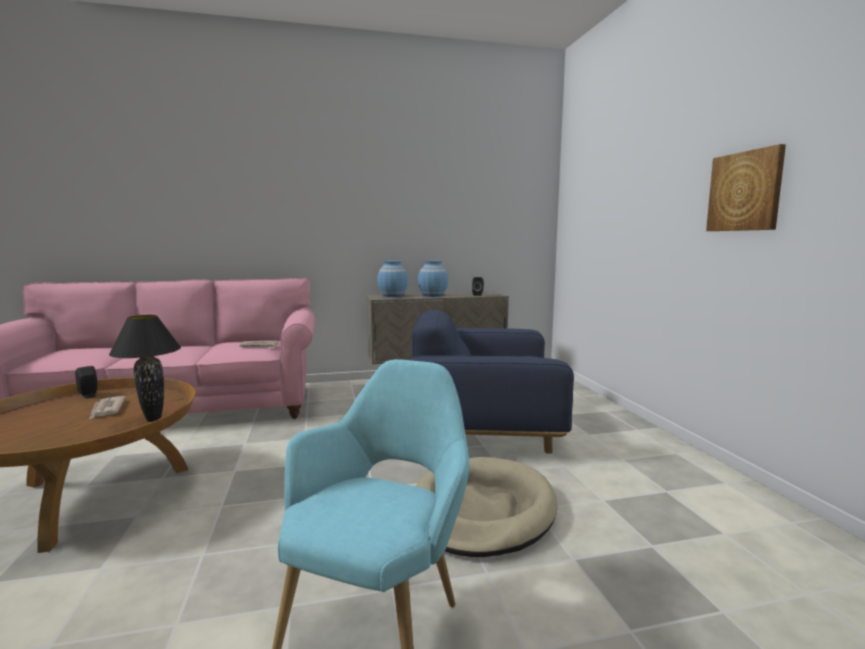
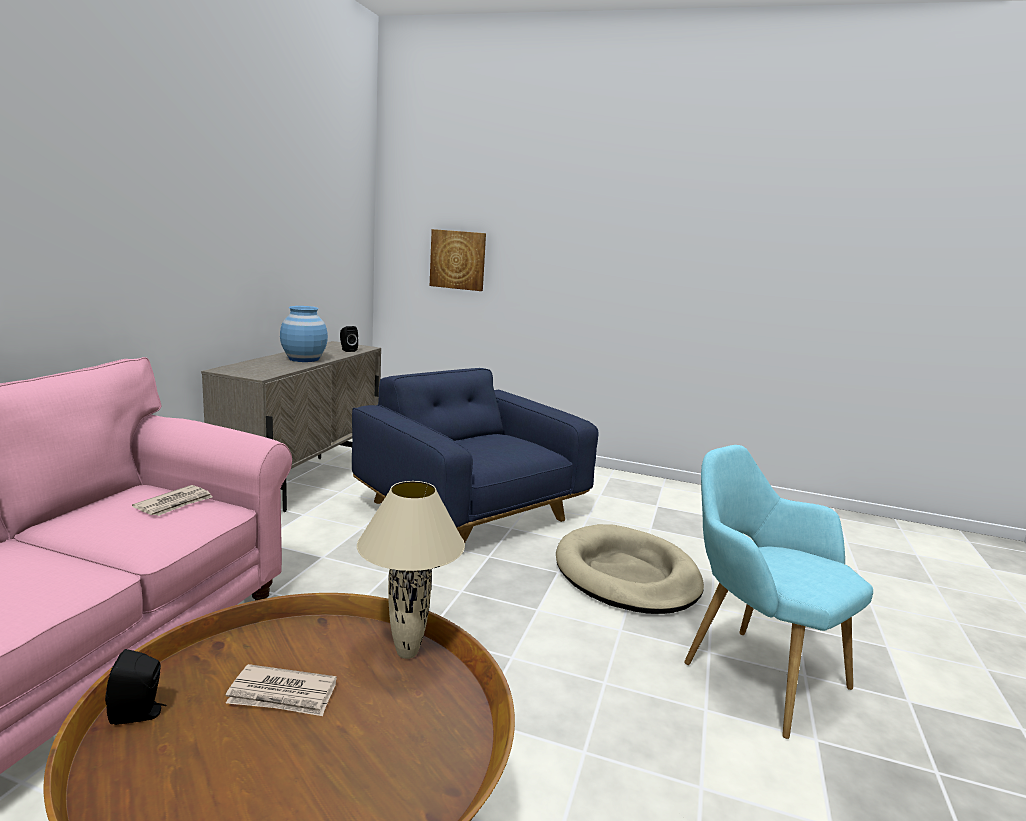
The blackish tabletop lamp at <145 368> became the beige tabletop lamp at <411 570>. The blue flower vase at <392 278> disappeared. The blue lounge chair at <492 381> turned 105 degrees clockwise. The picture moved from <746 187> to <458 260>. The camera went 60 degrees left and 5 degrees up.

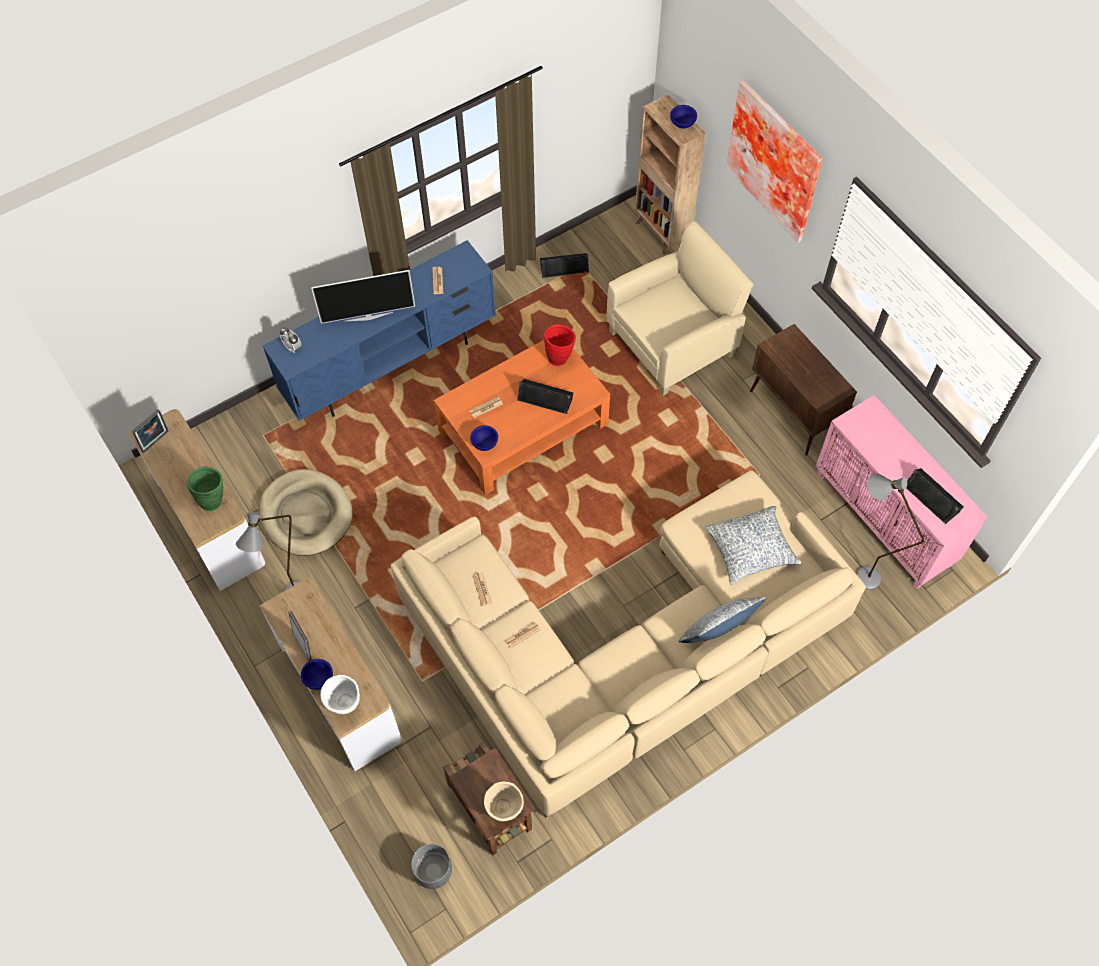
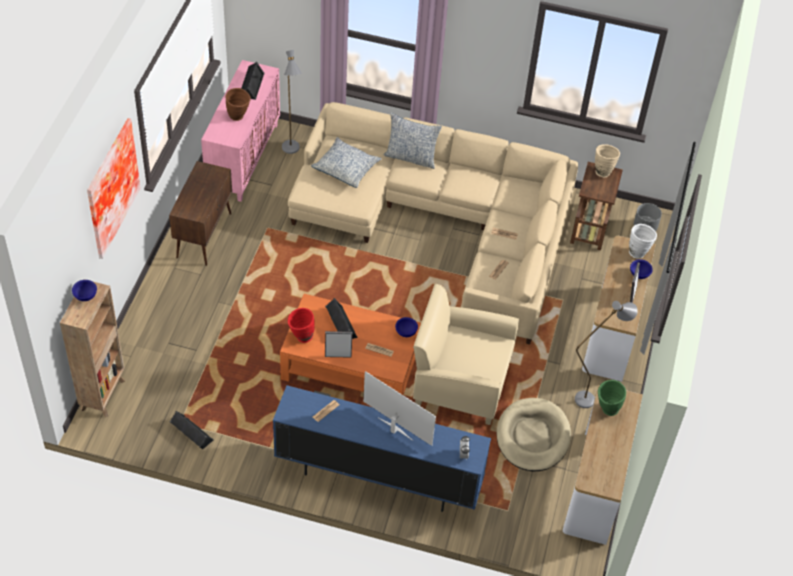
The standing frame moved from <150 431> to <338 344>. The beige lounge chair moved from <680 308> to <466 354>. The brownish flower vase at <238 104> appeared. The camera went 135 degrees left and 10 degrees down.

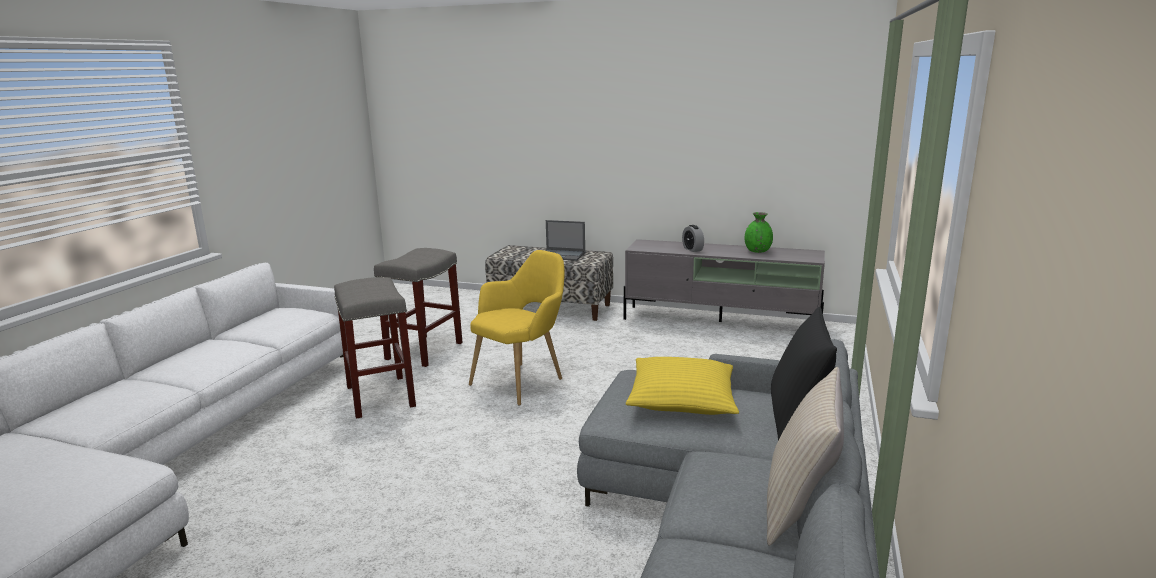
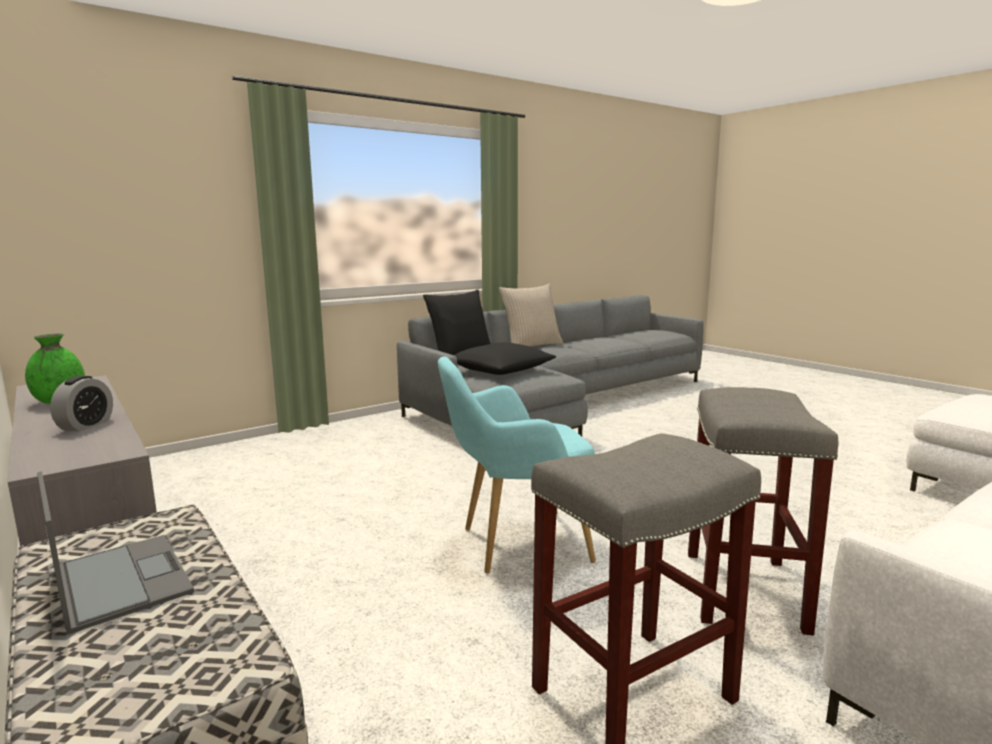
The yellow-coloured lounge chair at <517 328> became the turquoise lounge chair at <517 465>. The yellow-coloured pillow at <682 386> became the blackish pillow at <505 358>. The camera went 145 degrees left and 5 degrees down.

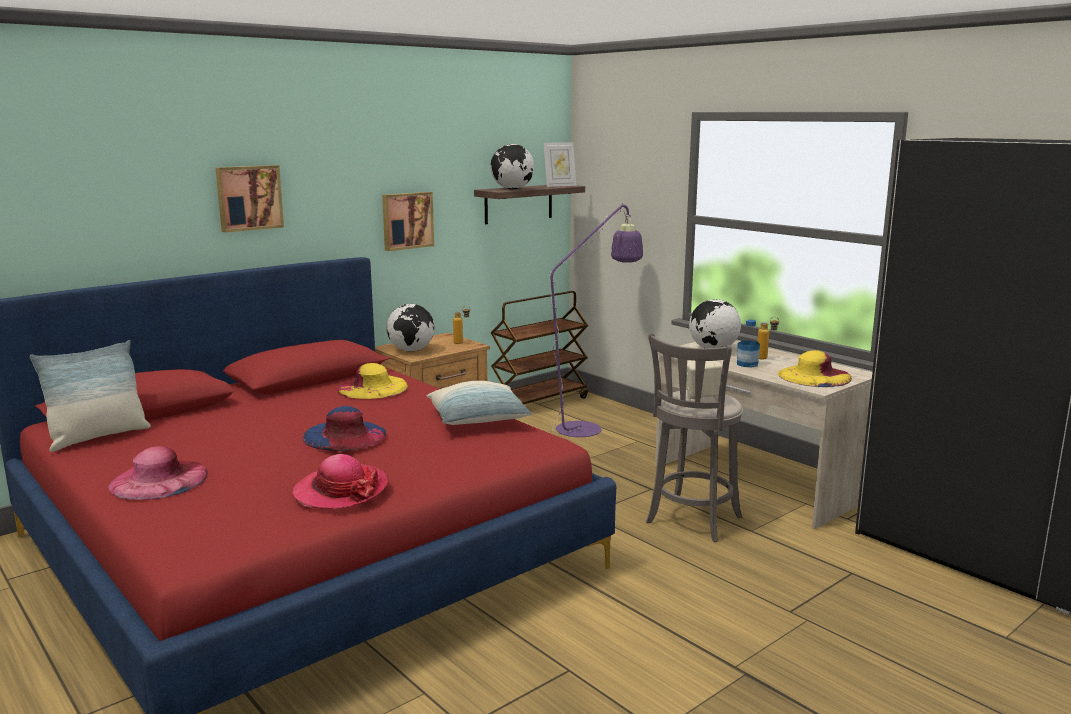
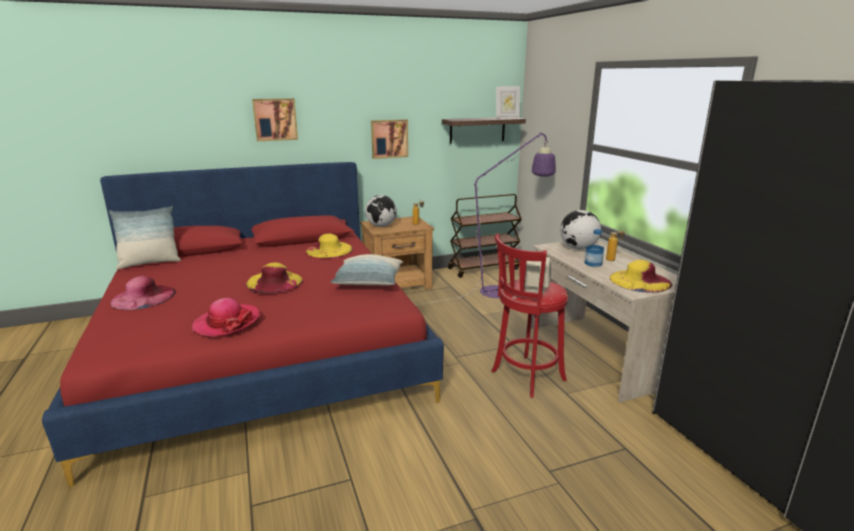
The blue wearable hat at <344 428> became the yellow-coloured wearable hat at <274 278>. The globe at <512 166> disappeared. The greyish stool at <694 437> became the red-coloured stool at <529 315>. The camera went 20 degrees right and 5 degrees up.

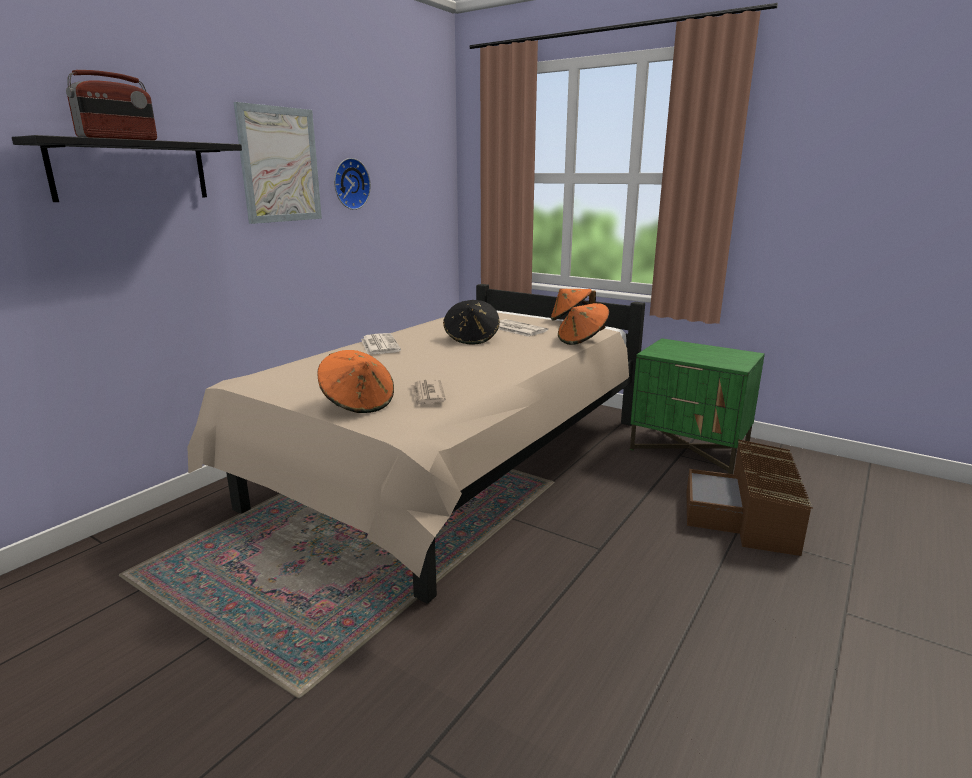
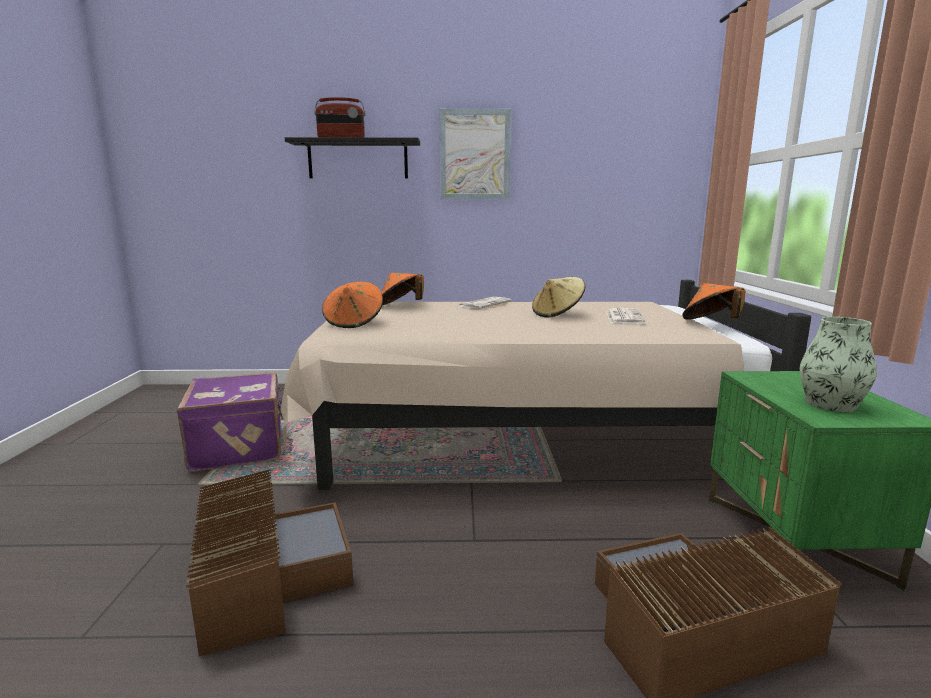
The wall clock at <352 184> disappeared. The newspaper at <428 392> disappeared. The blackish wearable hat at <471 322> became the beige wearable hat at <558 297>. The orangey wearable hat moved from <583 324> to <402 289>. The purplish suitcase at <230 421> appeared. The brownish storage box at <269 562> appeared. The flower vase at <838 364> appeared. The camera went 55 degrees right and 5 degrees down.

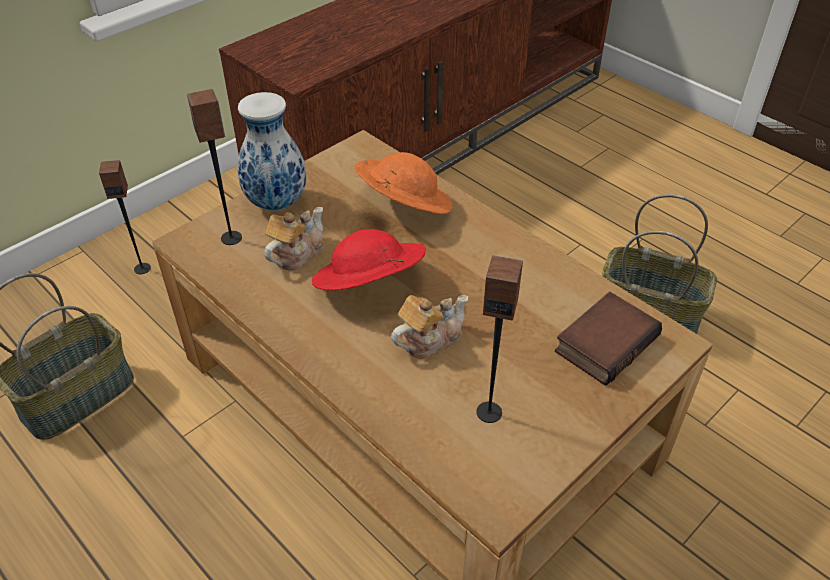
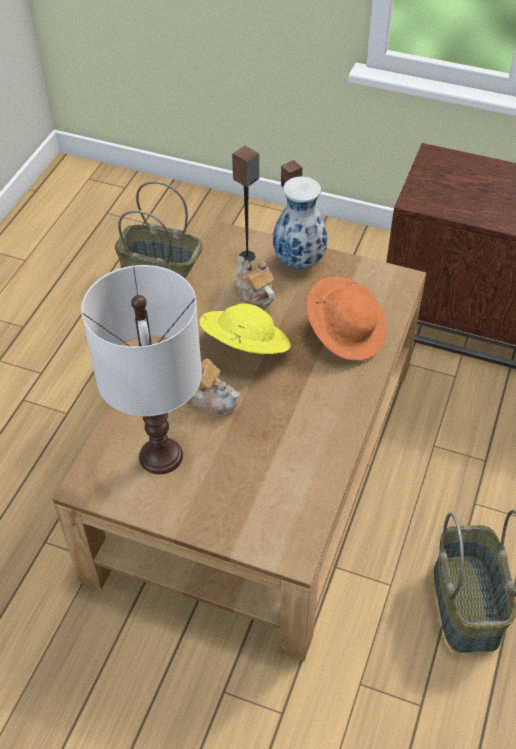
The teapot at <294 239> turned 135 degrees counterclockwise. The red-coloured wearable hat at <369 260> became the yellow-coloured wearable hat at <245 328>. The speaker at <499 339> was replaced by the white-coloured tabletop lamp at <141 369>. The bound book at <608 339> disappeared. The camera went 65 degrees right and 5 degrees up.

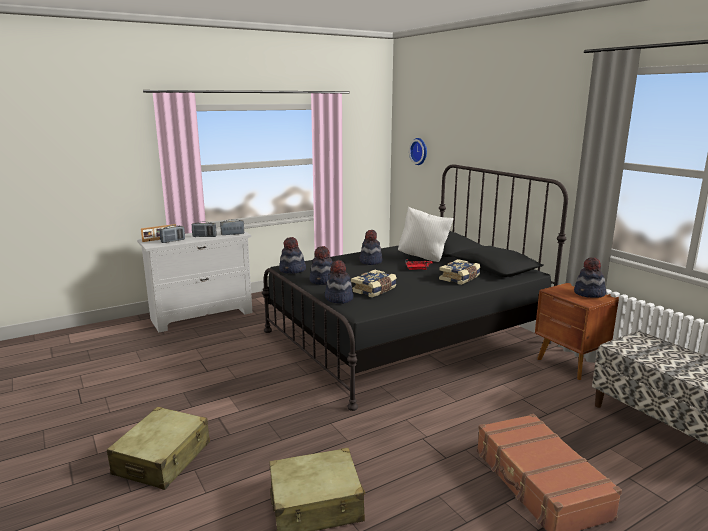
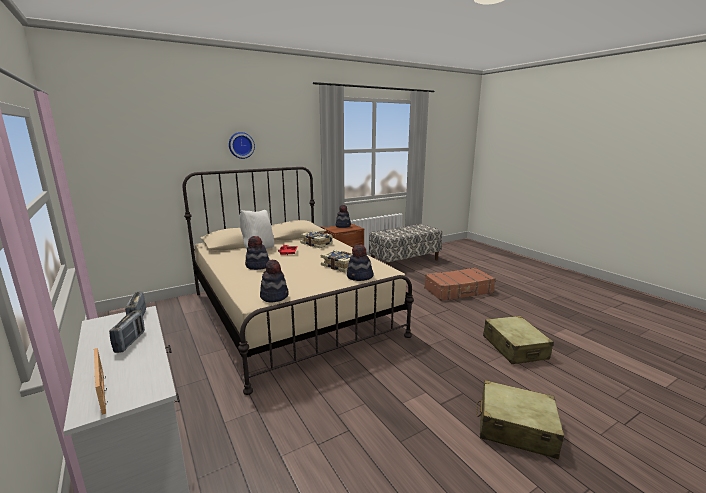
The radio set at <172 234> disappeared. The blackish bedroom bed at <415 287> became the beige bedroom bed at <298 281>. The wearable hat at <321 265> disappeared. The wall clock moved from <418 151> to <242 145>. The camera went 90 degrees left and 0 degrees up.

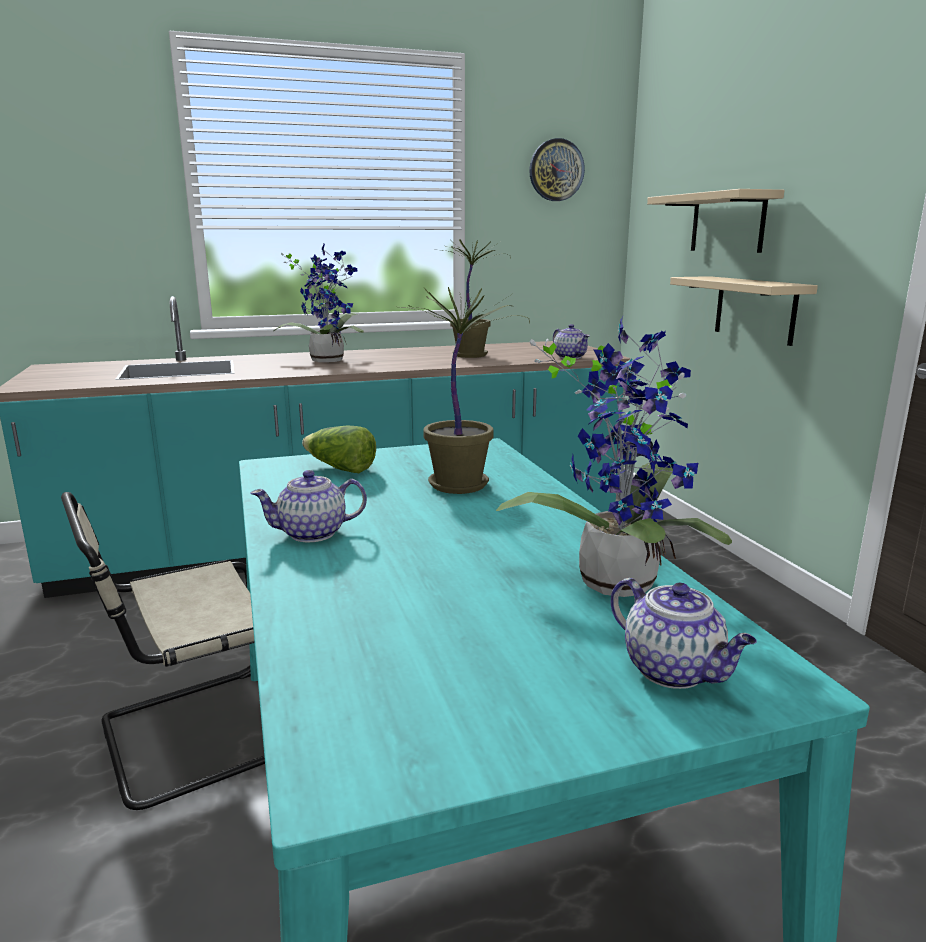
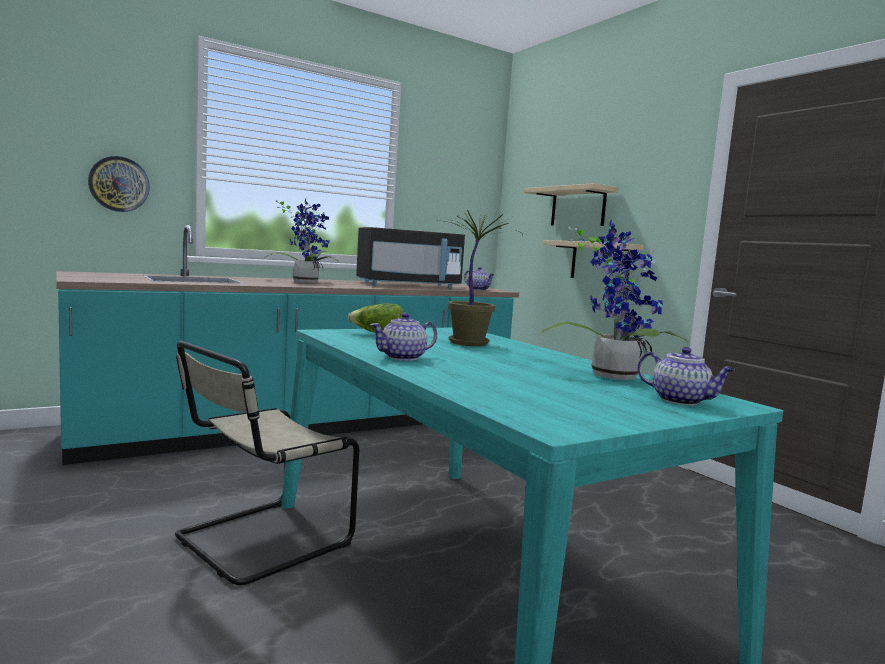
The houseplant at <476 299> was replaced by the blackish kitchen microwave at <410 257>. The wall clock moved from <557 169> to <119 184>. The camera went 15 degrees left and 10 degrees down.

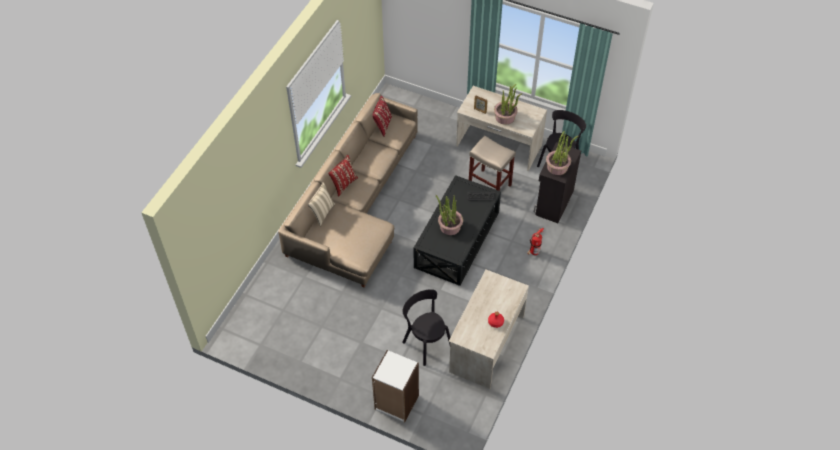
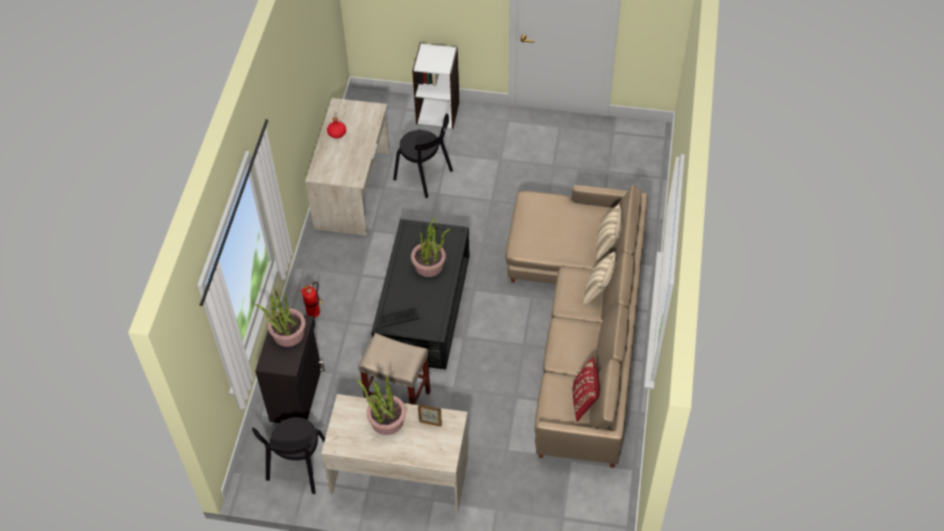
The red-coloured pillow at <343 176> became the beige pillow at <599 279>. The camera went 165 degrees right and 0 degrees up.

